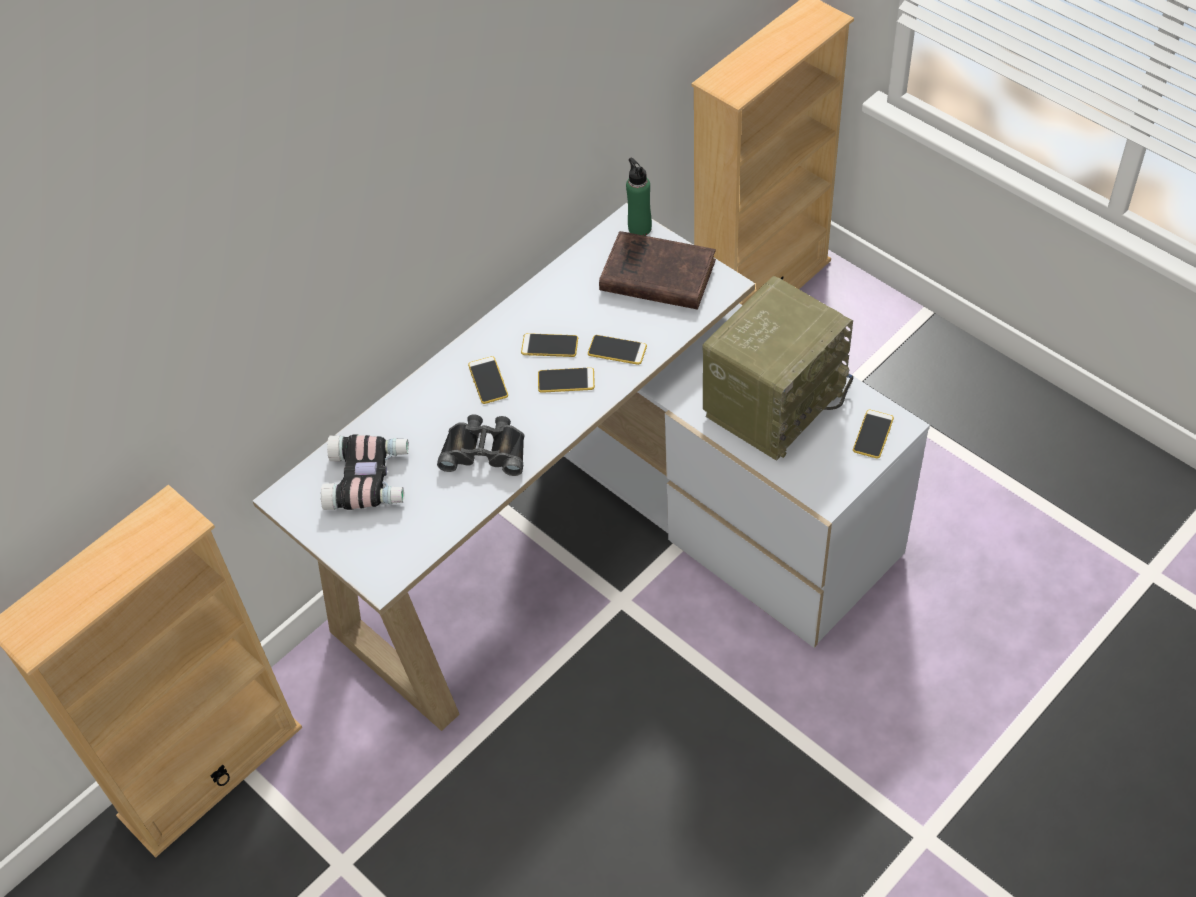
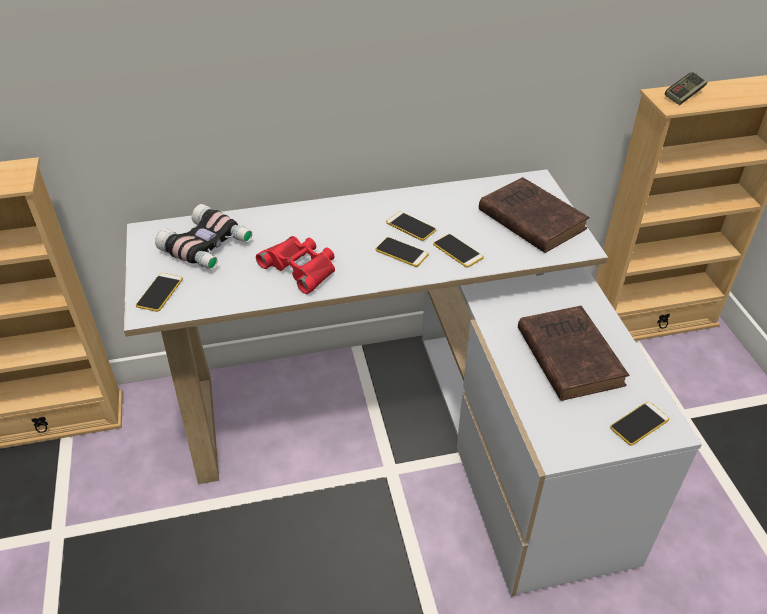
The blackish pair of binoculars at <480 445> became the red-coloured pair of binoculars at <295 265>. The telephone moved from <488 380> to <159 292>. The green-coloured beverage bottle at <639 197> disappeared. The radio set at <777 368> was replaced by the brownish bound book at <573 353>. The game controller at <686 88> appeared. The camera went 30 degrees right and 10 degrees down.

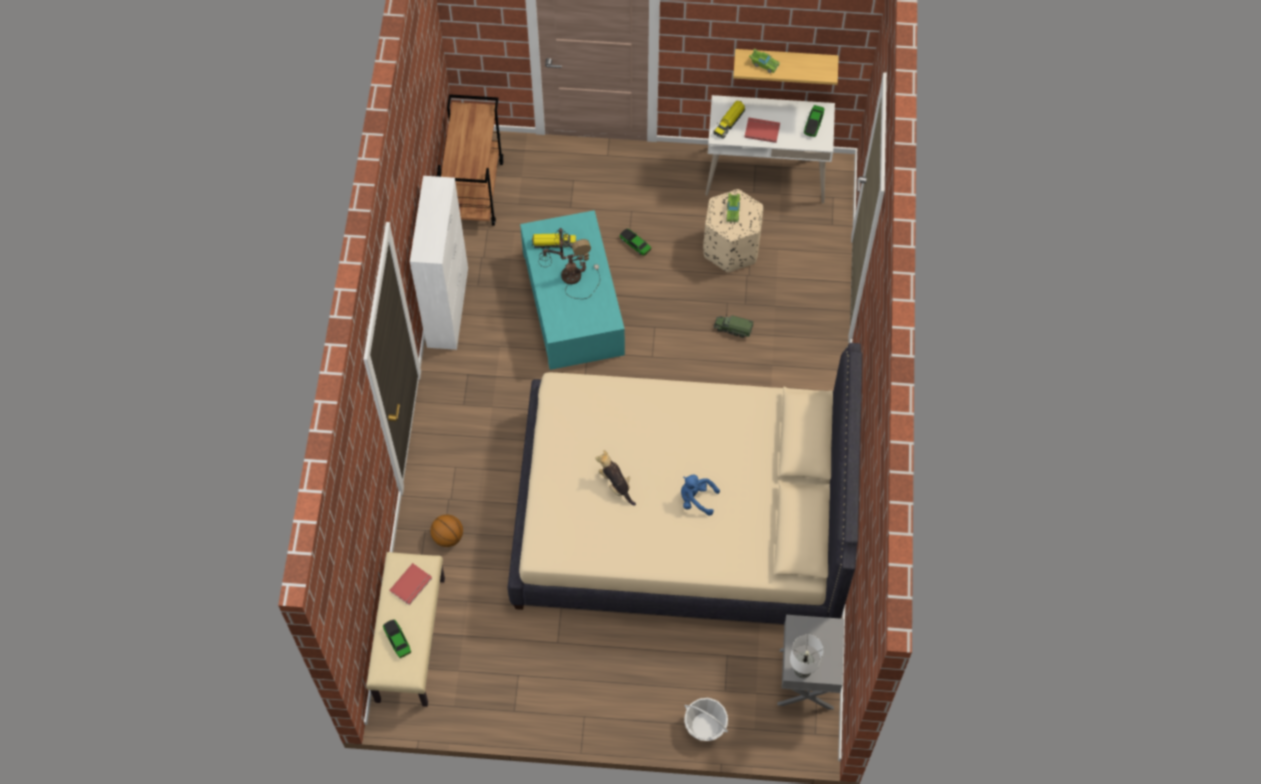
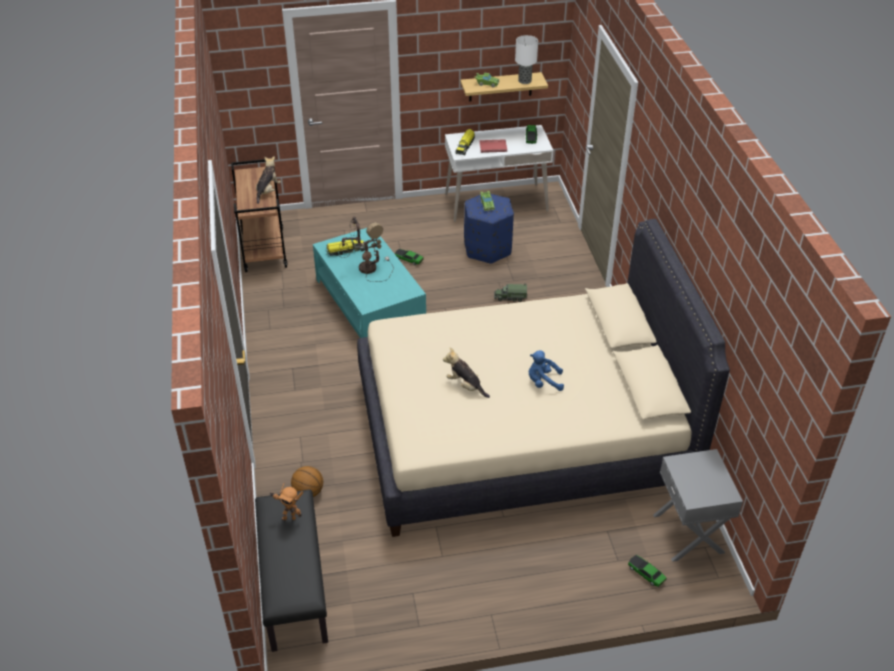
The beige long seat at <405 629> became the blackish long seat at <291 570>. The miniature car moved from <397 638> to <647 571>. The red-coloured bound book at <410 584> was replaced by the toy robot at <286 502>. The white-coloured cupboard at <439 263> disappeared. The household basket at <706 719> disappeared. The beige pouffe at <733 230> became the blue pouffe at <489 229>. The tabletop lamp moved from <806 656> to <526 59>. The soft toy at <268 180> appeared. The camera went 15 degrees left and 20 degrees down.

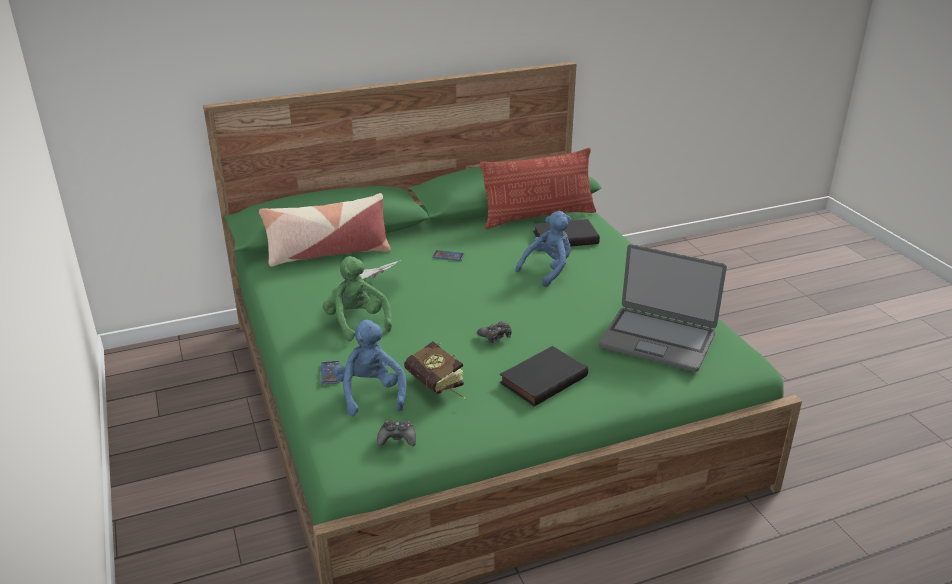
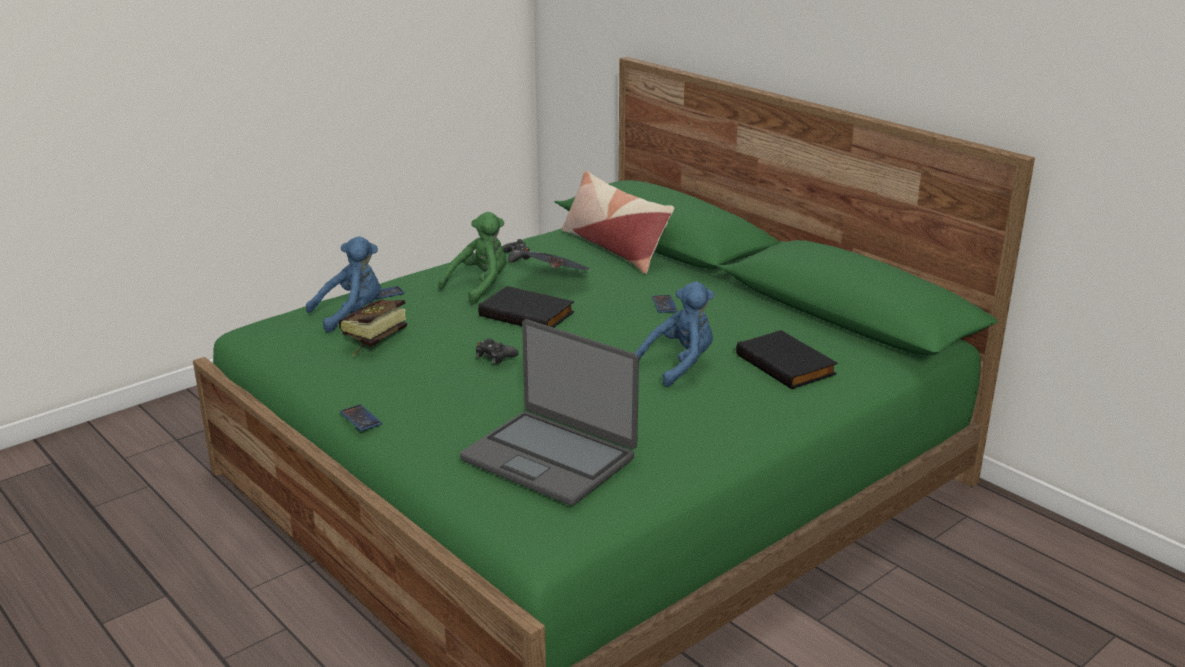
The blackish game controller moved from <396 433> to <516 250>. The pillow at <538 188> disappeared. The blackish bound book moved from <543 376> to <526 307>. The blue soft toy at <543 249> turned 60 degrees counterclockwise. The notebook computer at <663 308> turned 60 degrees counterclockwise. The telephone at <361 417> appeared. The camera went 70 degrees right and 5 degrees down.

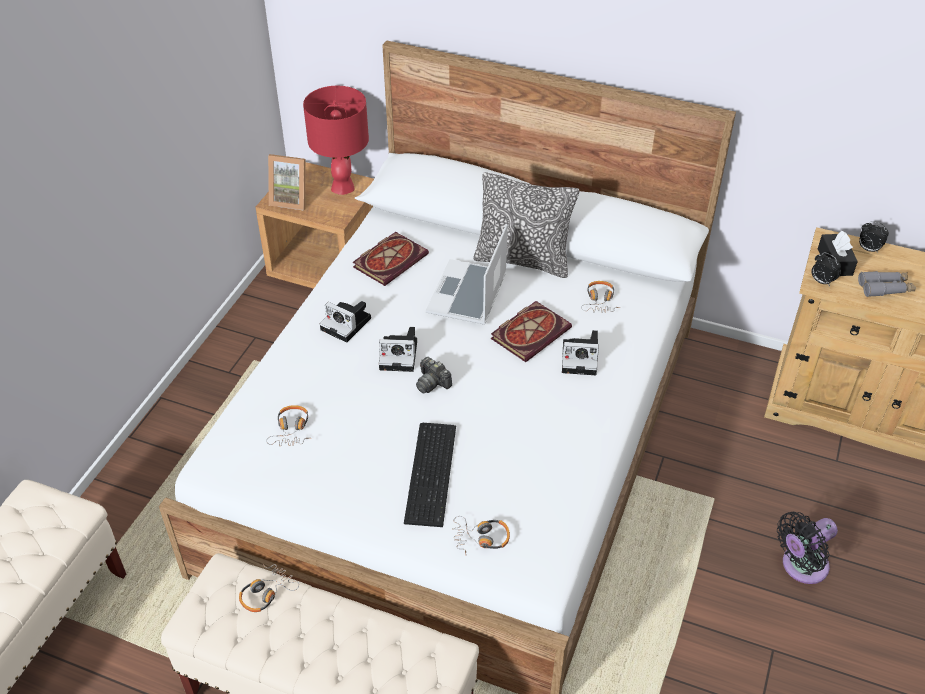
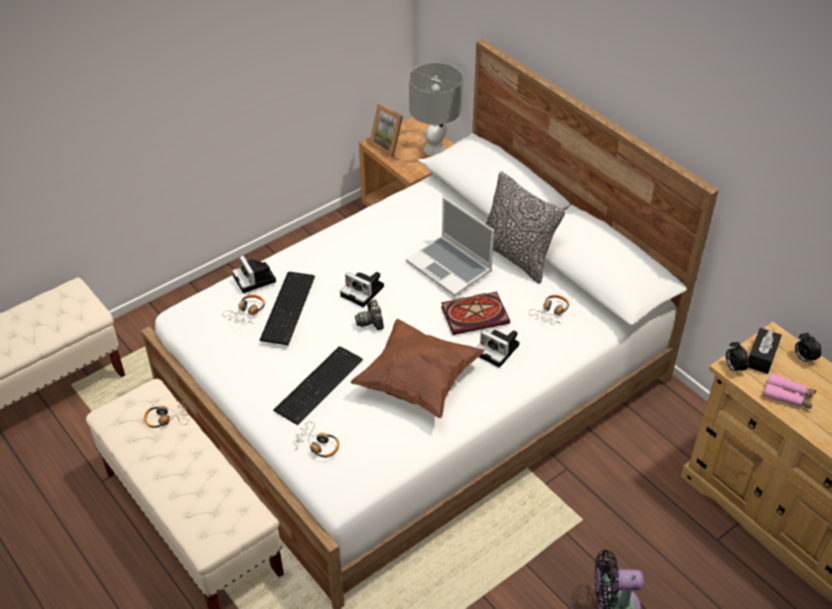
The red-coloured tabletop lamp at <336 140> became the greyish tabletop lamp at <436 109>. The still camera moved from <345 321> to <254 274>. The bound book at <390 259> disappeared. The notebook computer at <467 274> turned 90 degrees counterclockwise. The greyish pair of binoculars at <887 284> became the pinkish pair of binoculars at <789 391>. The computer keyboard at <287 308> appeared. The brownish pillow at <417 368> appeared. The camera went 30 degrees right and 0 degrees up.

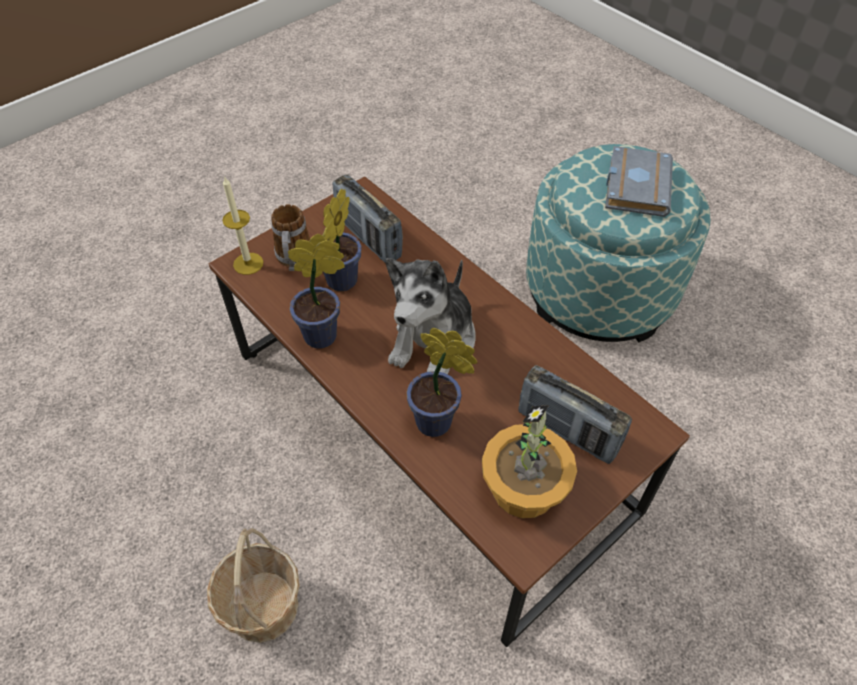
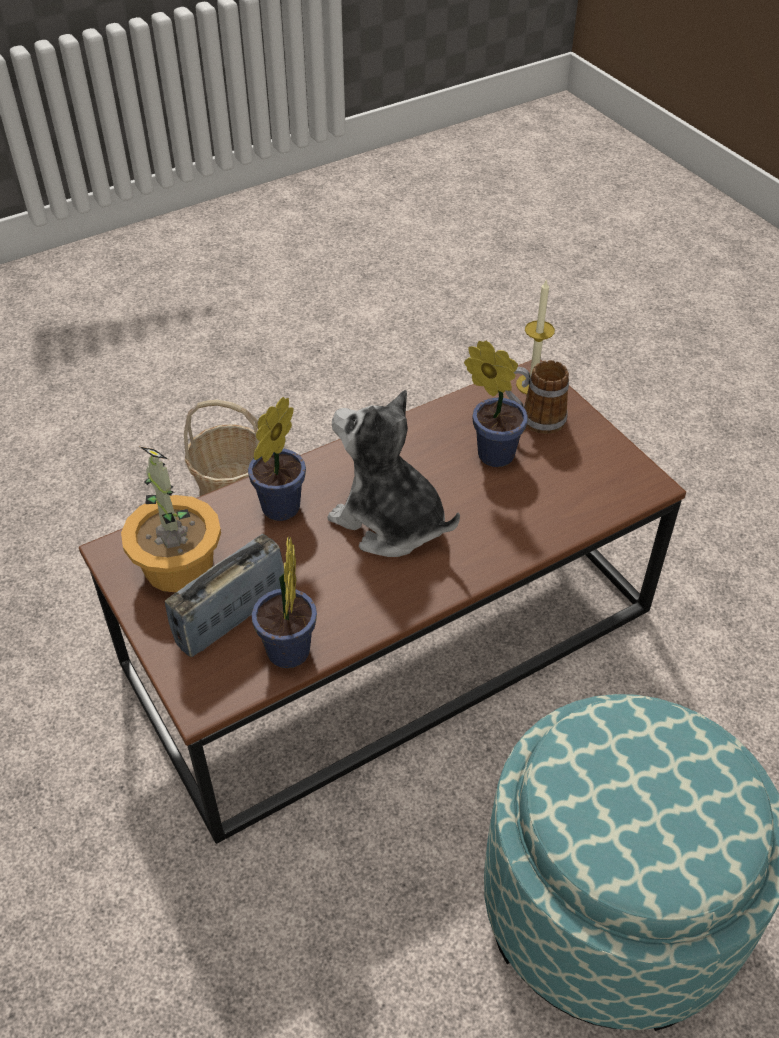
The houseplant moved from <316 291> to <284 602>. The radio set at <367 219> disappeared. The greyish bound book at <639 181> disappeared. The camera went 100 degrees right and 5 degrees down.

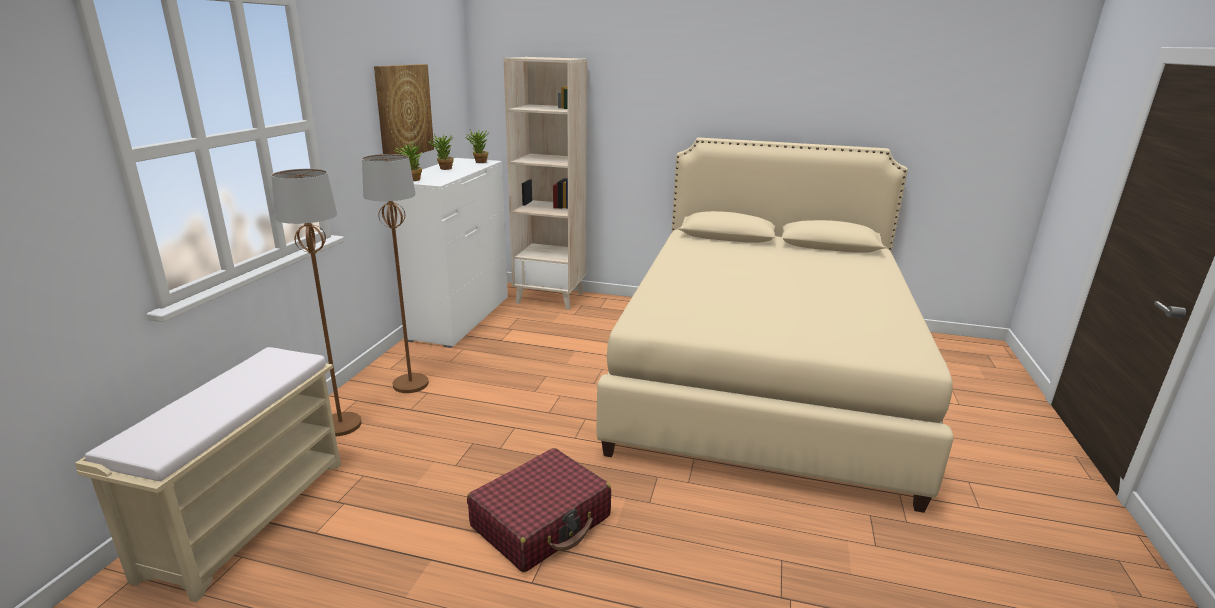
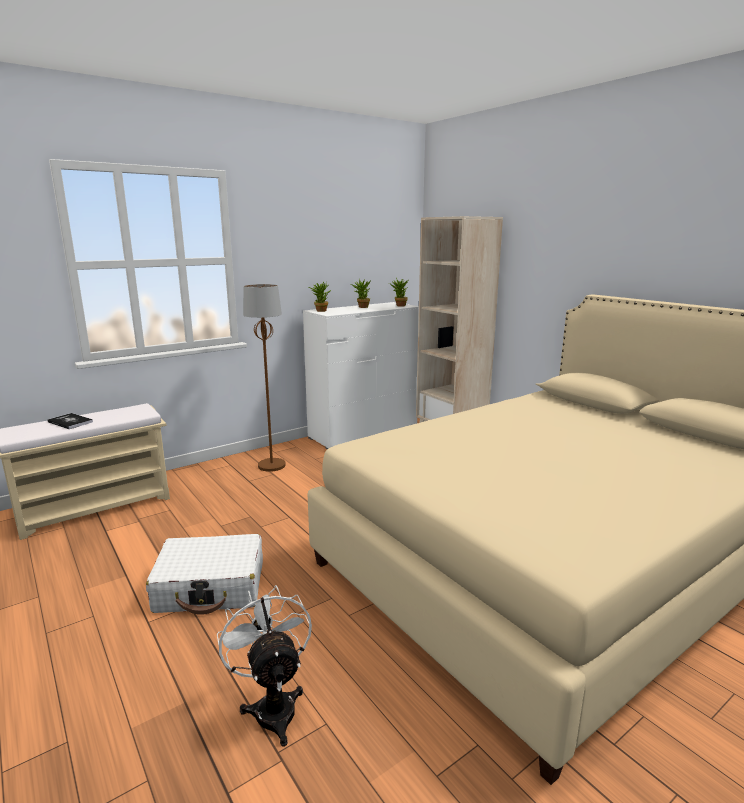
The brownish standing lamp at <316 302> disappeared. The picture at <404 109> disappeared. The red-coloured suitcase at <539 510> became the white-coloured suitcase at <204 574>. The bound book at <70 421> appeared. The white-coloured cooling fan at <264 666> appeared. The camera went 40 degrees right and 5 degrees down.

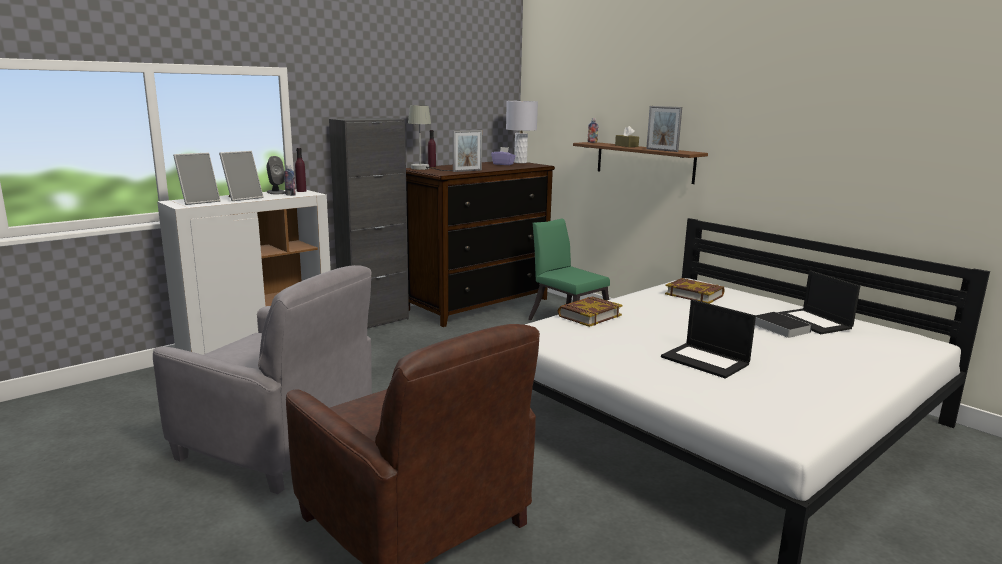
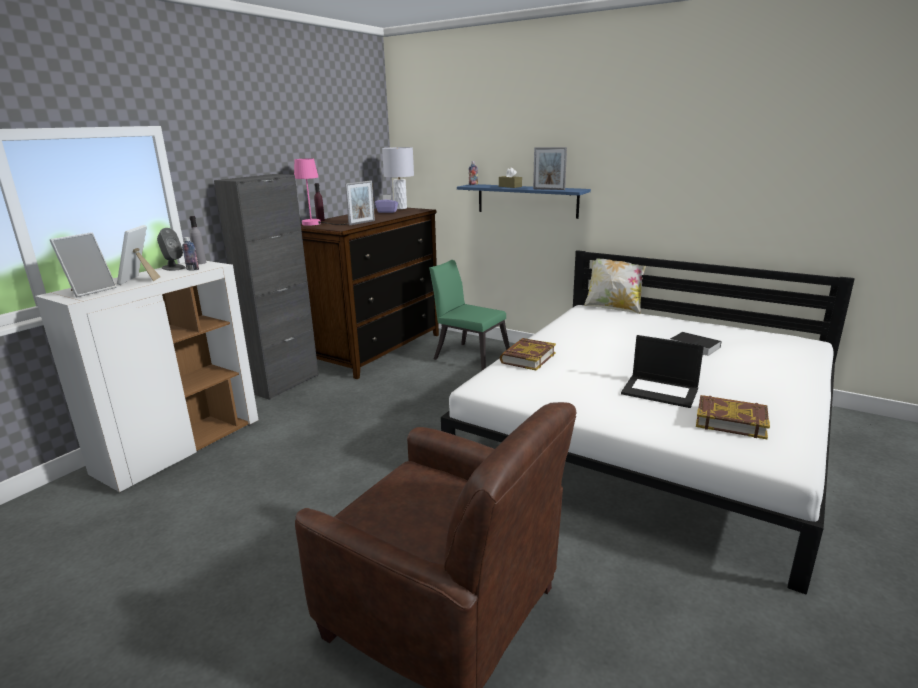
The greyish lounge chair at <262 379> disappeared. The standing frame at <241 176> turned 150 degrees clockwise. The purplish beverage bottle at <300 170> became the greyish beverage bottle at <198 240>. The greyish tabletop lamp at <430 138> became the pinkish tabletop lamp at <321 192>. The brownish bracket shelf at <640 163> became the blue bracket shelf at <524 201>. The bound book moved from <695 291> to <733 417>. The notebook computer at <818 302> disappeared. The pillow at <617 285> appeared. The camera went 15 degrees left and 5 degrees up.

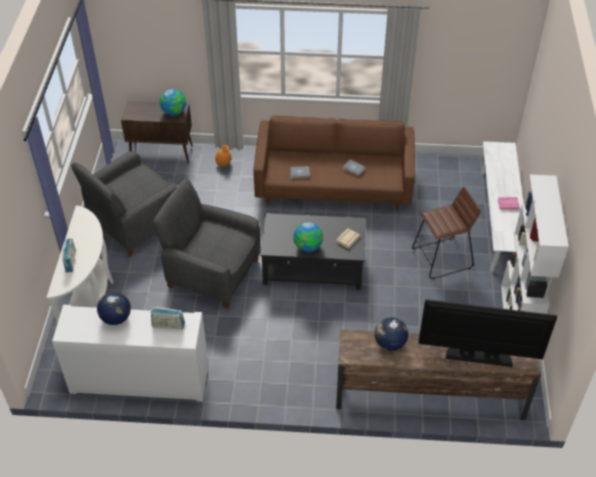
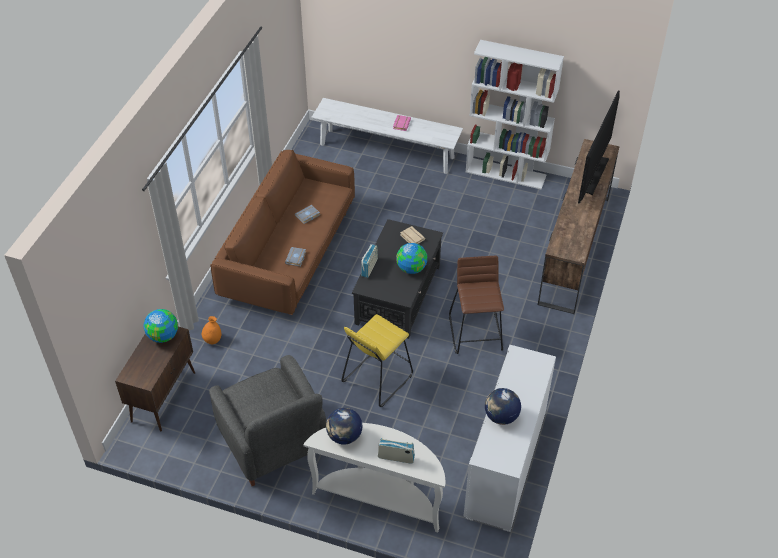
The radio set moved from <168 318> to <369 261>. The greyish lounge chair at <207 243> was replaced by the yellow-coloured stool at <377 360>. The globe moved from <391 334> to <344 426>. The brownish stool moved from <446 232> to <476 305>. The camera went 75 degrees left and 0 degrees up.

